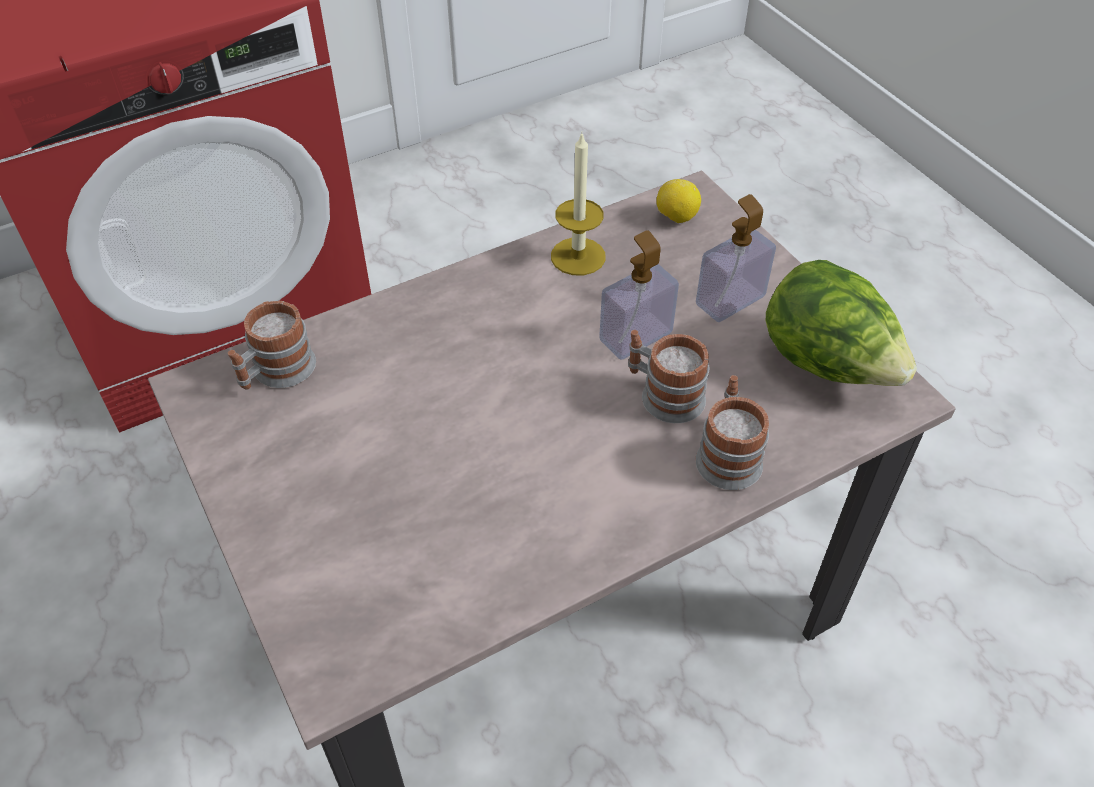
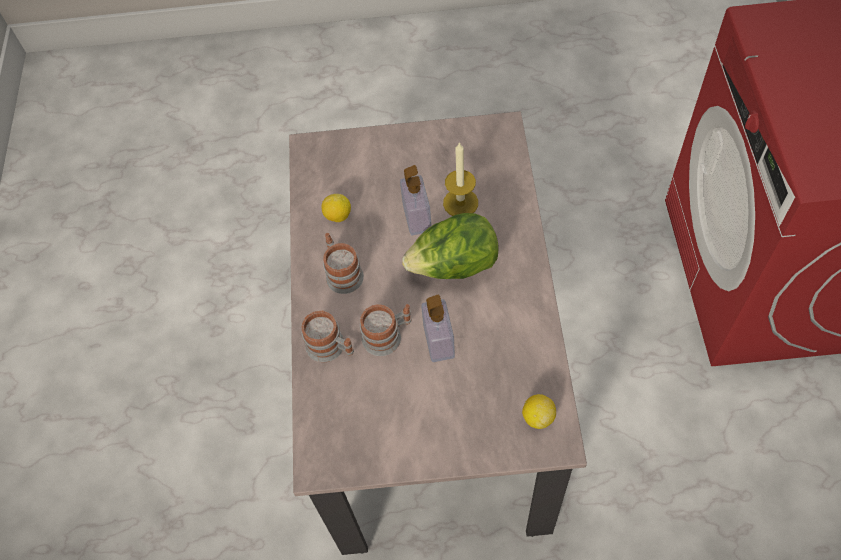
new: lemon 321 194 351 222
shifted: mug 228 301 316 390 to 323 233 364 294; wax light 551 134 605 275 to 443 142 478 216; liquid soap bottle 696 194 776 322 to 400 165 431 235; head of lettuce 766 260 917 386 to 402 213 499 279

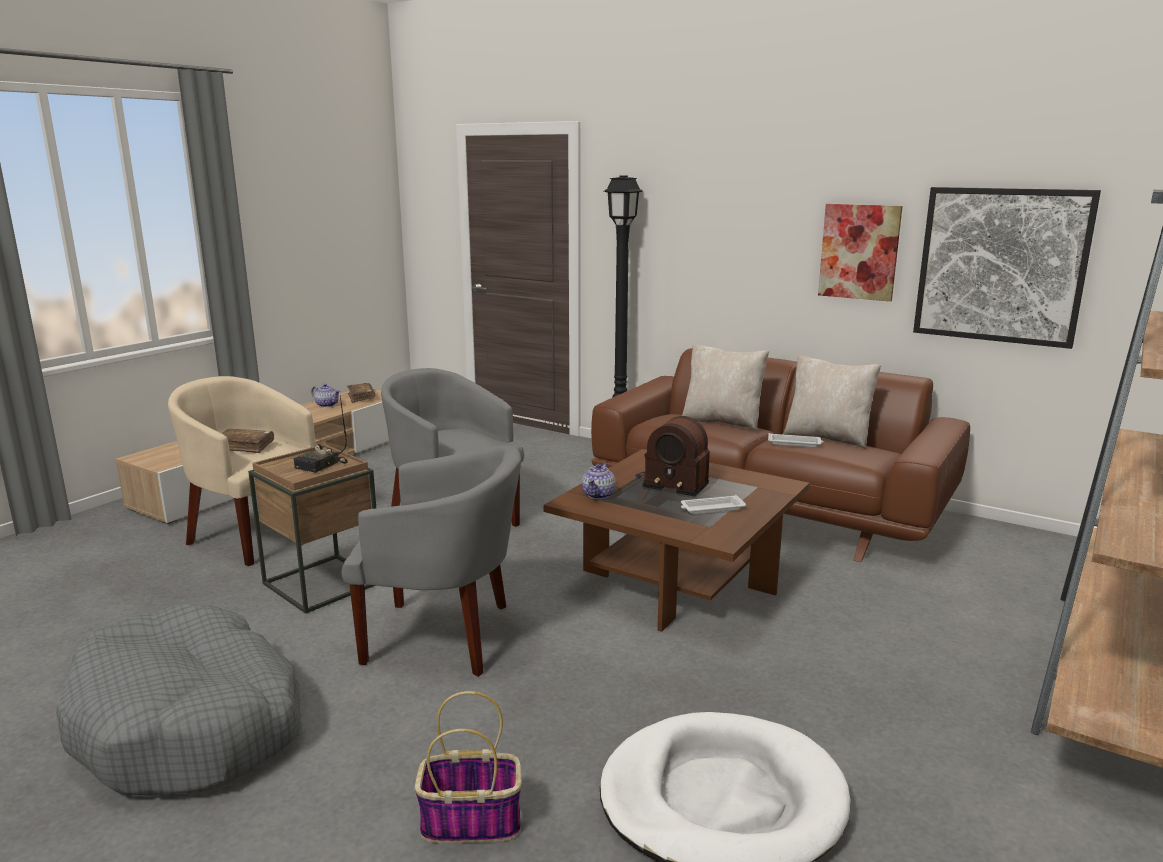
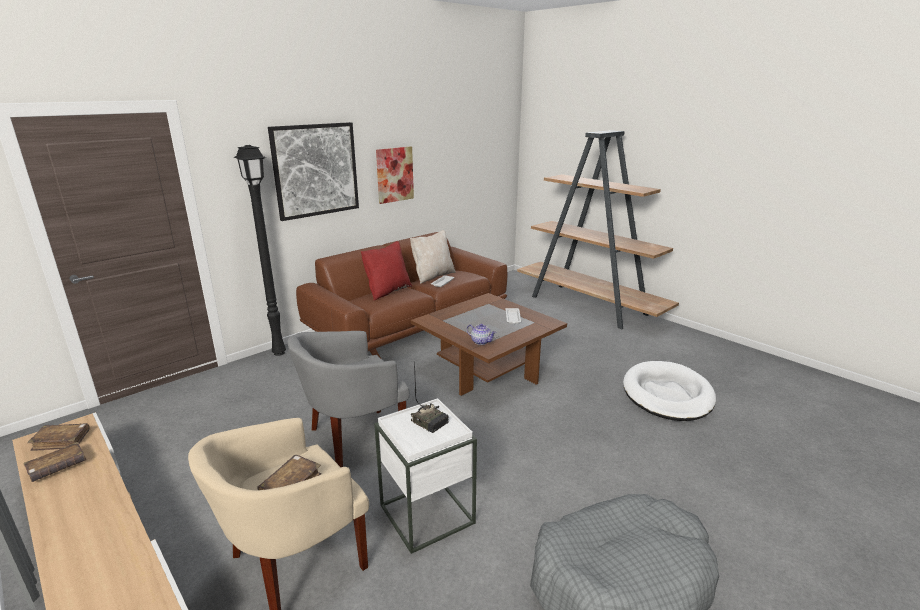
gone: grey easy chair 342 446 521 677; household basket 415 691 522 843; radio 636 416 710 497
shifted: picture 913 187 1101 349 to 268 122 359 221
swapped: teapot 311 384 340 407 to brown-coloured volume 24 442 87 482
repainted: brown-coloured end table 248 444 376 614 to white end table 374 398 477 554; sand-coloured throw pillow 682 343 769 431 to red throw pillow 361 241 412 300

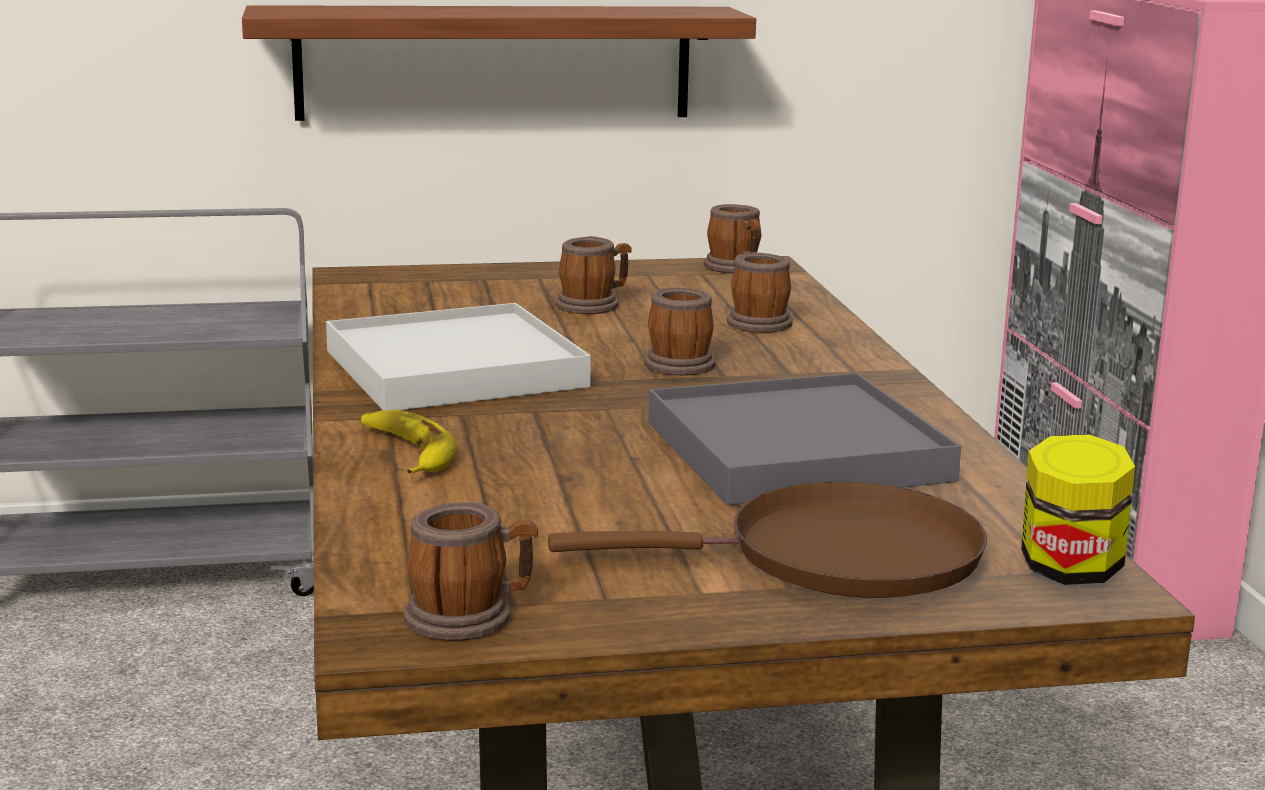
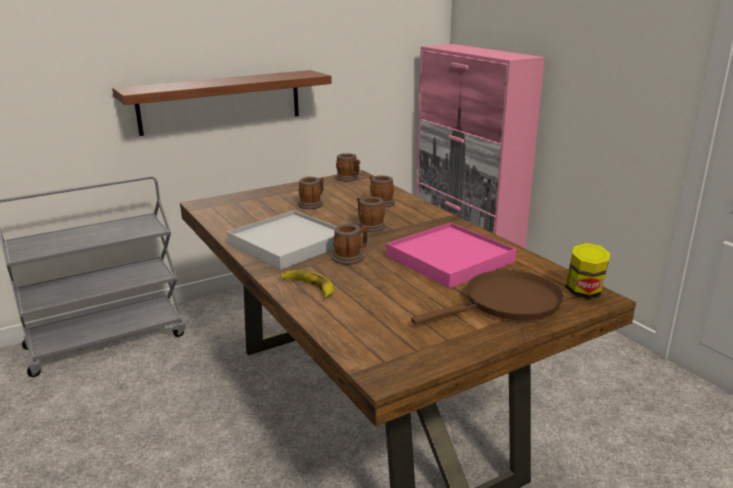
shifted: mug 403 502 538 641 to 332 223 369 265
repainted: grey serving tray 648 373 961 505 to pinkish serving tray 386 223 516 288

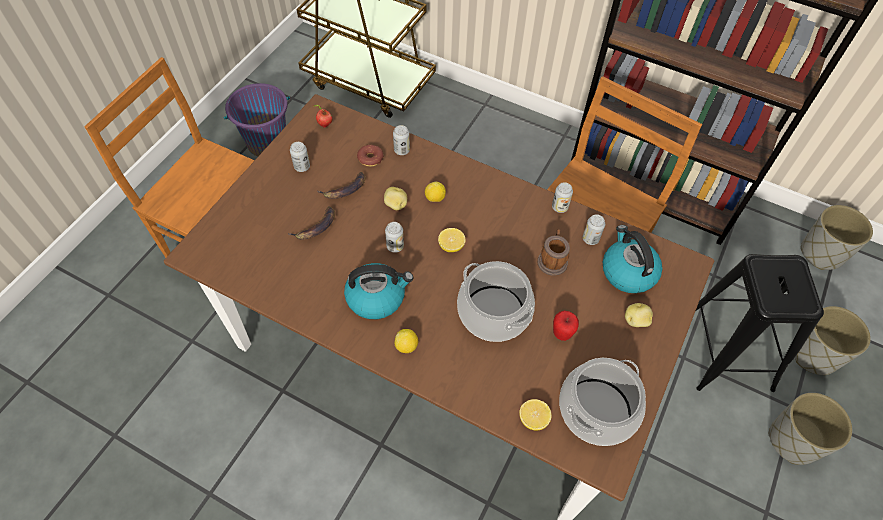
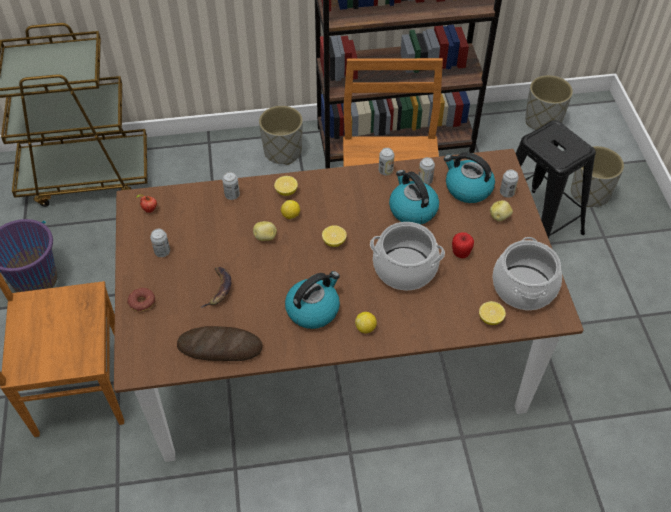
gone: whole banana 318 172 366 199
new: bread 177 326 263 361; lemon 274 176 298 196
shifted: donut 357 145 384 167 to 127 288 155 312; sealed can 385 222 404 253 to 500 170 519 198; grey planter 769 393 852 465 to 259 106 303 165
swapped: mug 537 229 570 276 to kettle 389 170 439 225

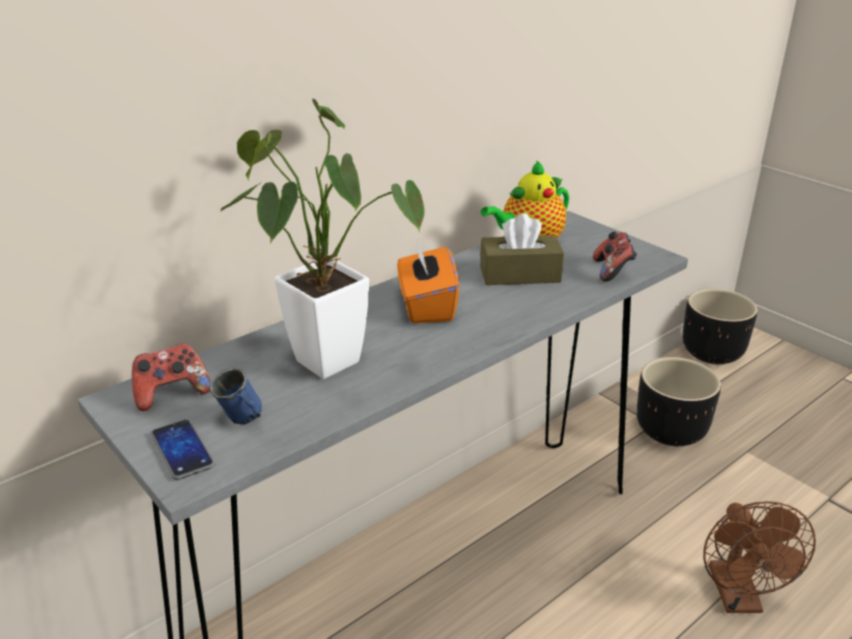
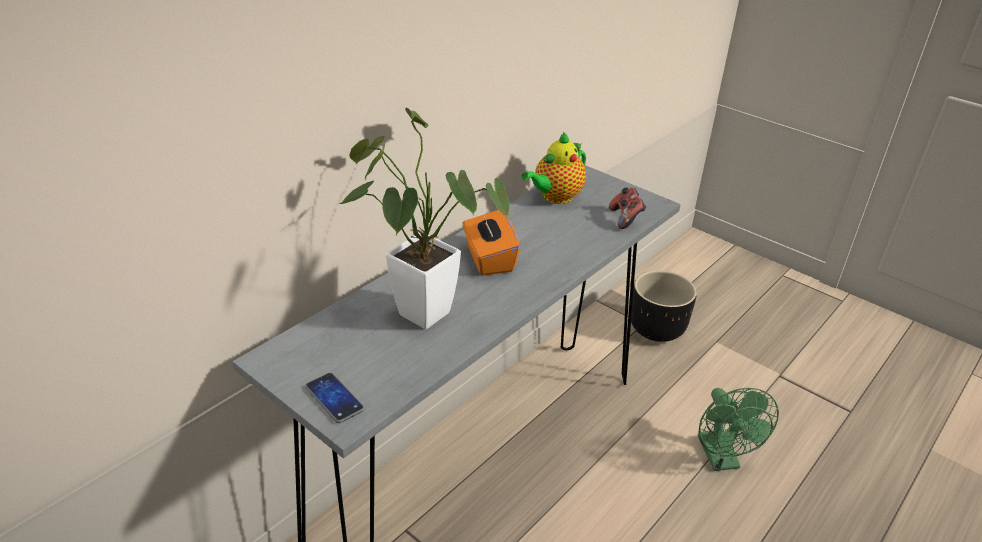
gone: joypad 132 343 211 411; bluish mug 210 368 262 424; brown-coloured tissue holder 480 213 564 285; black-coloured planter 683 289 757 364
repainted: brown-coloured cooling fan 703 501 816 613 to greenish cooling fan 698 388 779 471

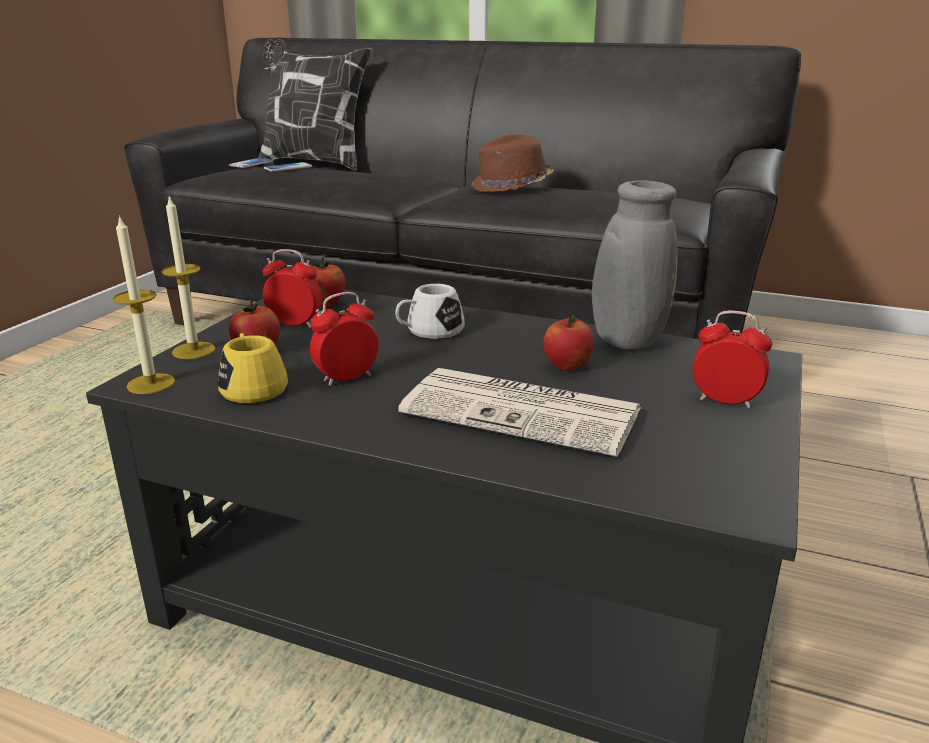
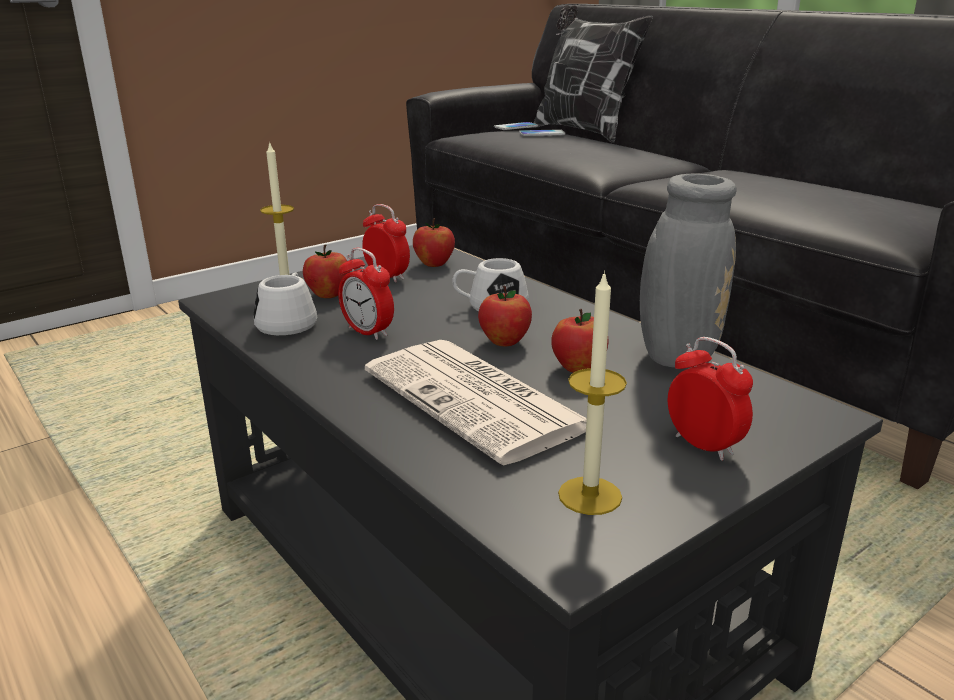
gone: brown-coloured wearable hat 471 134 553 192
new: apple 478 286 532 346
shifted: wax light 113 215 175 394 to 558 270 627 515
repainted: yellowish mug 218 333 288 403 to white mug 254 272 317 335
rotated: alarm clock 310 292 379 386 = 338 248 394 340 135 degrees counterclockwise

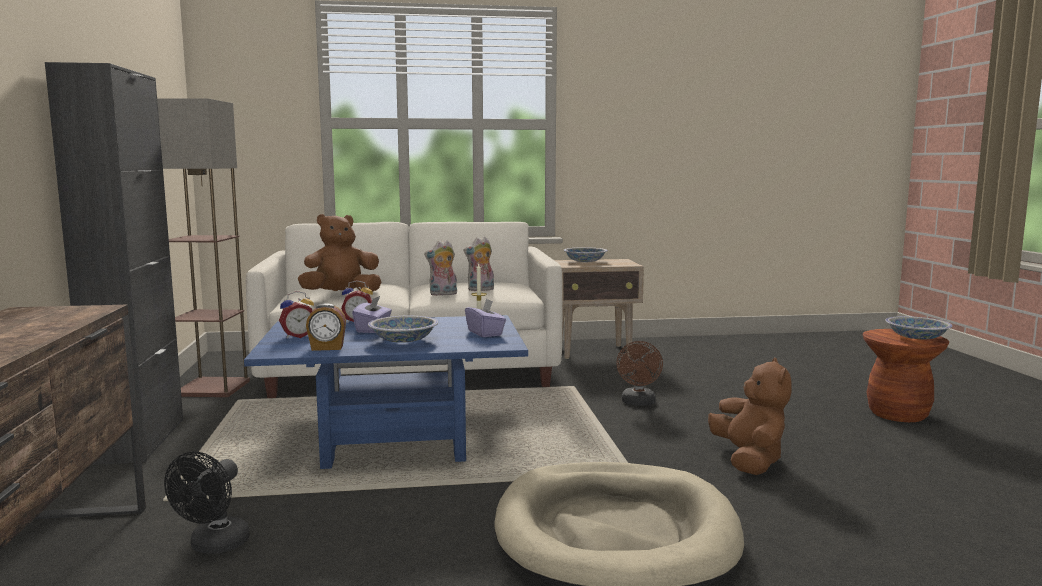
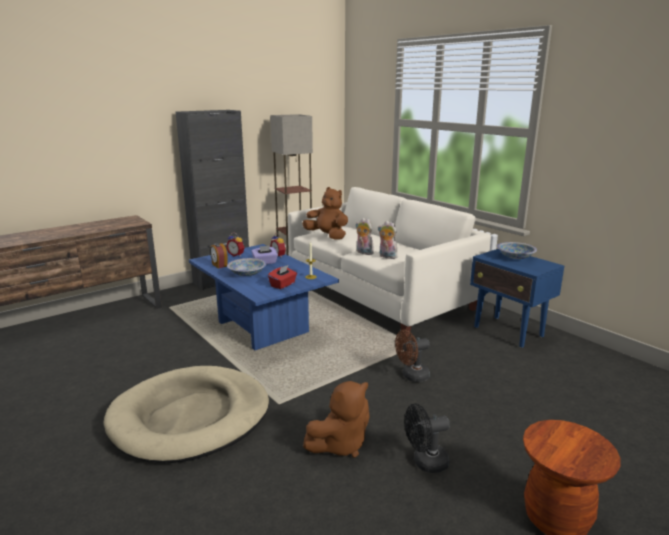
gone: serving bowl 885 316 953 339
shifted: black-coloured cooling fan 164 452 250 554 to 405 403 450 473
repainted: purplish tissue holder 465 298 506 337 to red tissue holder 268 265 297 289; sand-coloured end table 554 259 644 359 to bluish end table 470 249 564 348

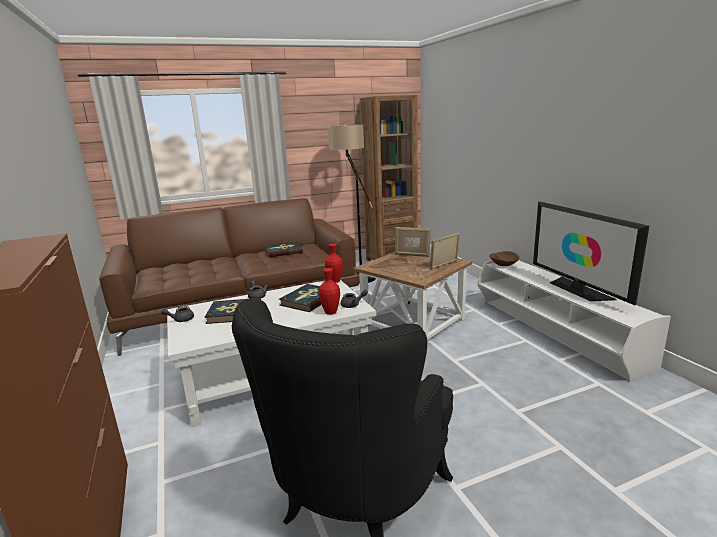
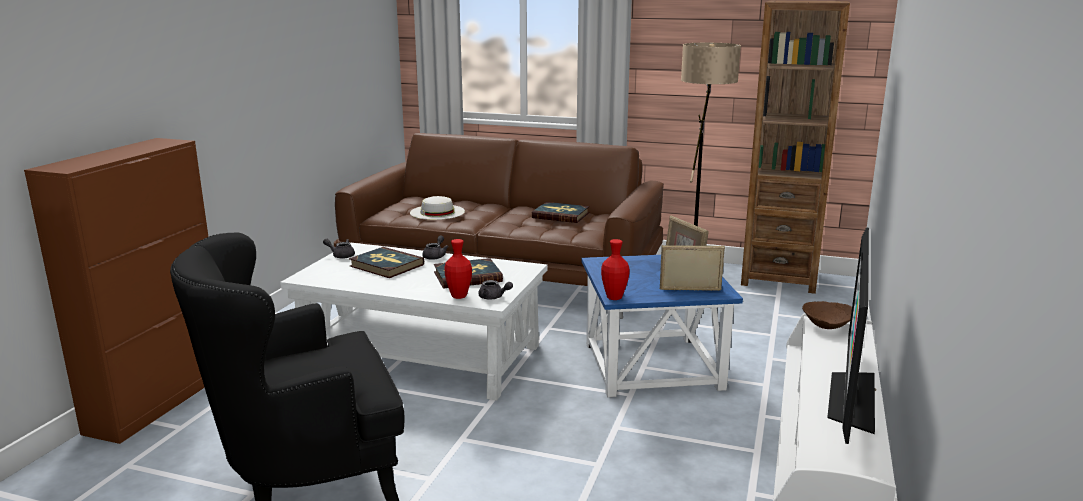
new: white wearable hat 410 196 465 220
shifted: red flower vase 325 243 343 283 to 601 239 630 300
repainted: brown-coloured end table 354 252 472 340 to bluish end table 581 255 743 397

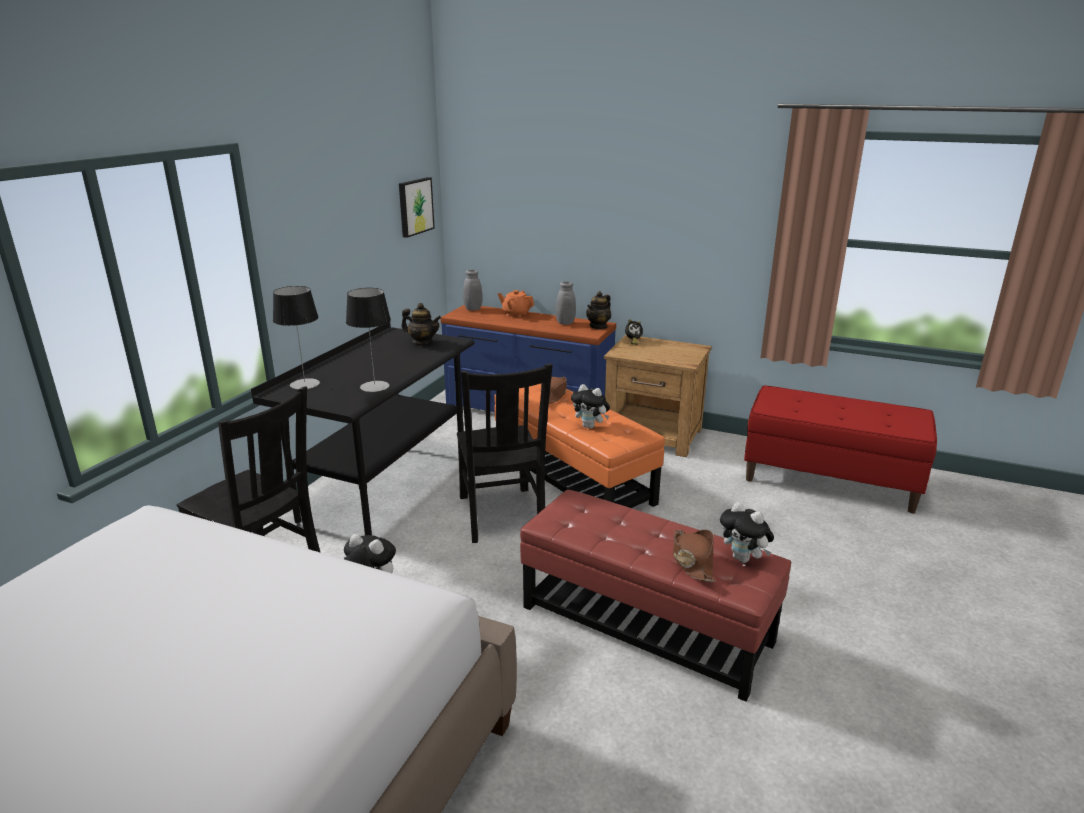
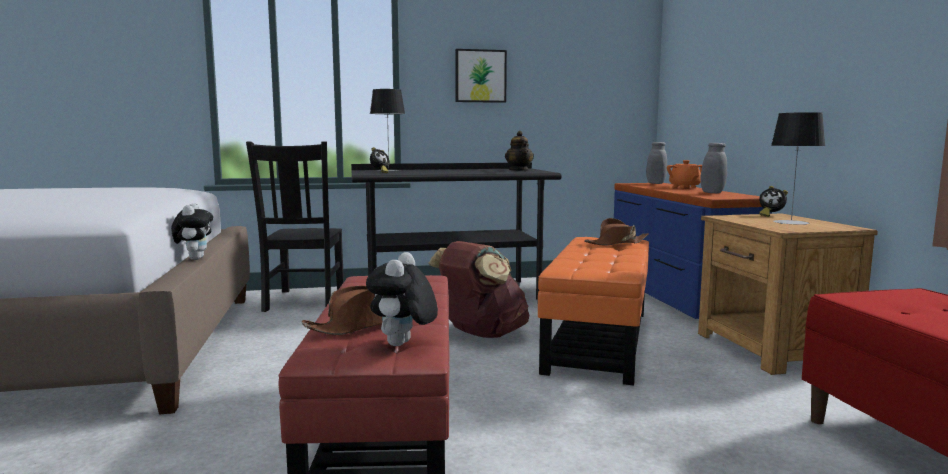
gone: plush toy 571 384 610 429; teapot 586 291 611 330
new: alarm clock 370 147 390 173
shifted: tabletop lamp 346 288 391 392 to 771 112 825 225; picture 399 177 435 238 to 455 49 507 103
swapped: black-coloured plain chair 457 363 553 543 to brown-coloured backpack 428 241 529 338

